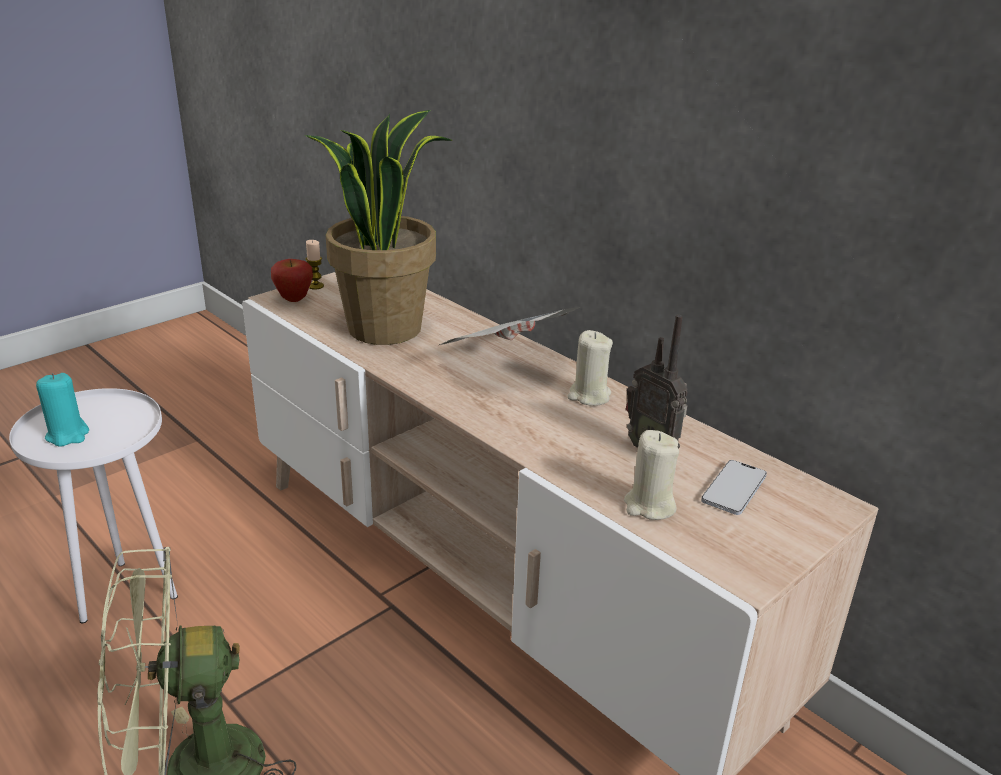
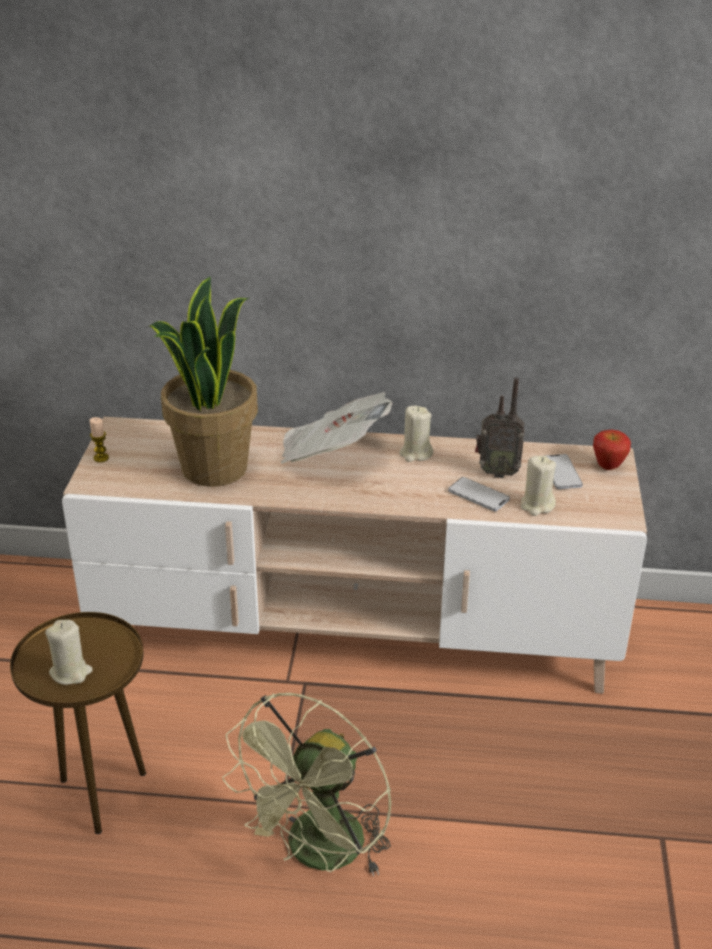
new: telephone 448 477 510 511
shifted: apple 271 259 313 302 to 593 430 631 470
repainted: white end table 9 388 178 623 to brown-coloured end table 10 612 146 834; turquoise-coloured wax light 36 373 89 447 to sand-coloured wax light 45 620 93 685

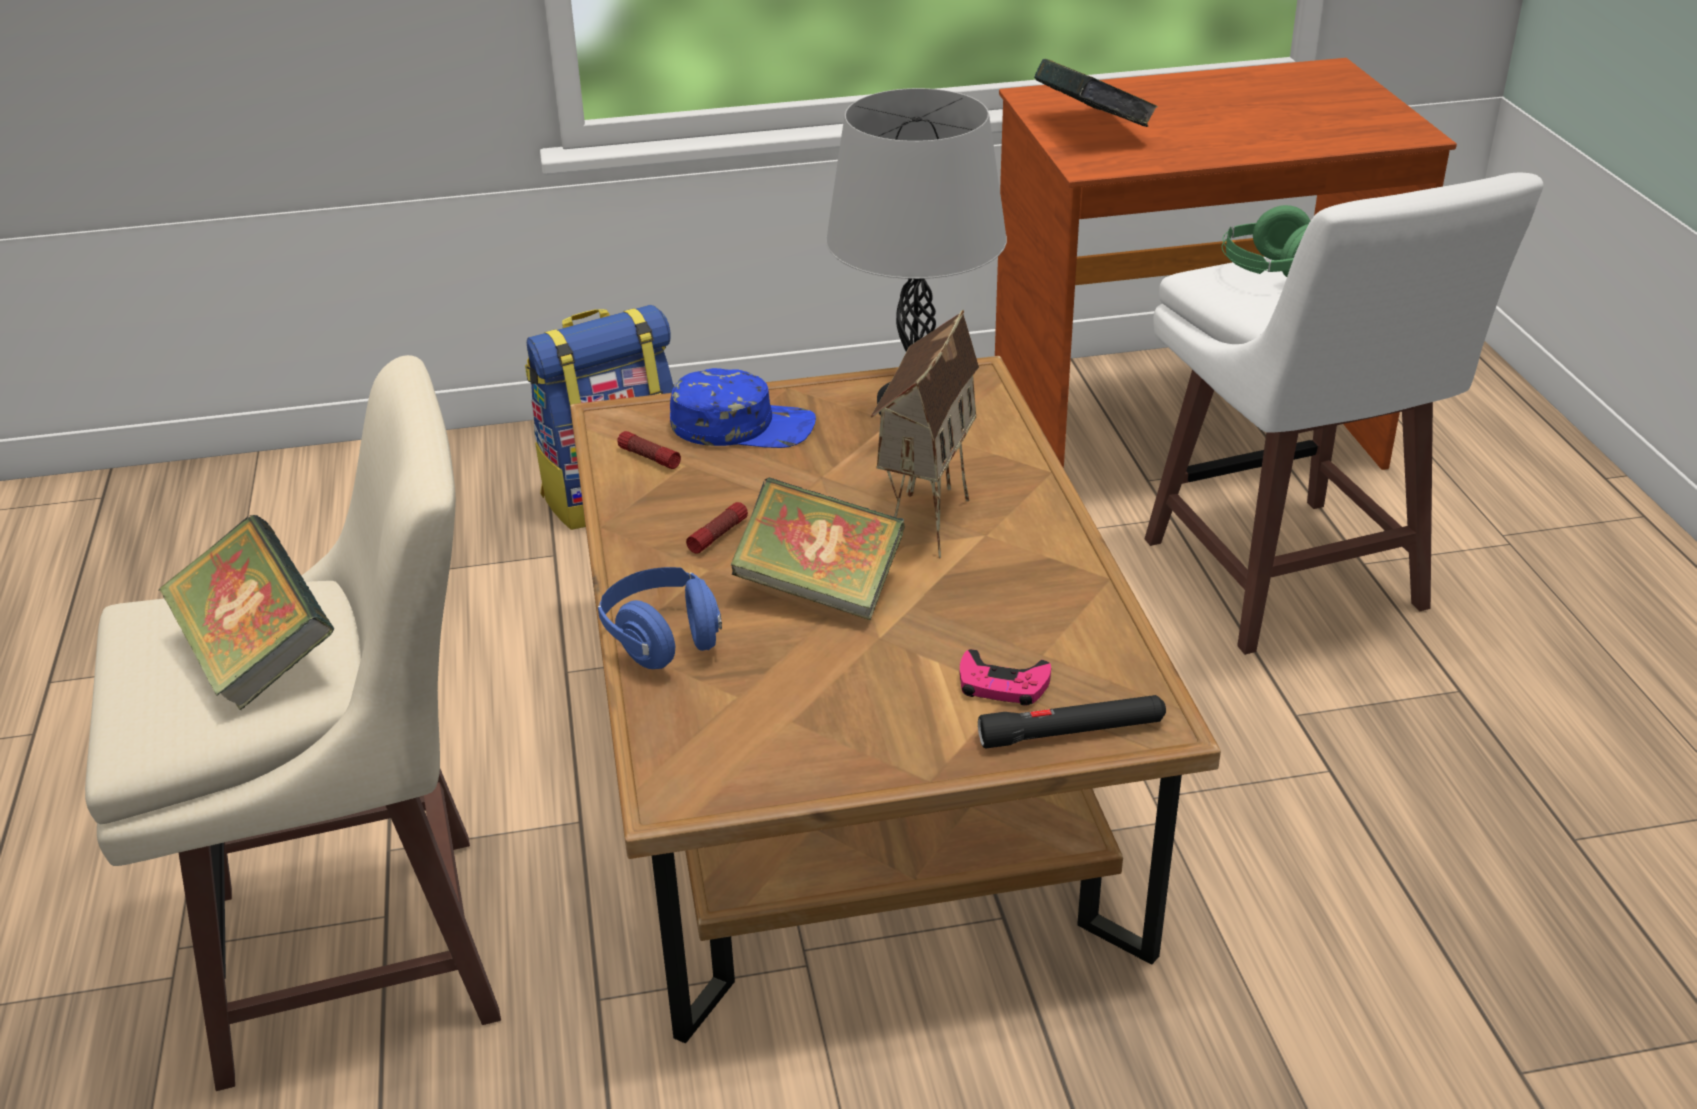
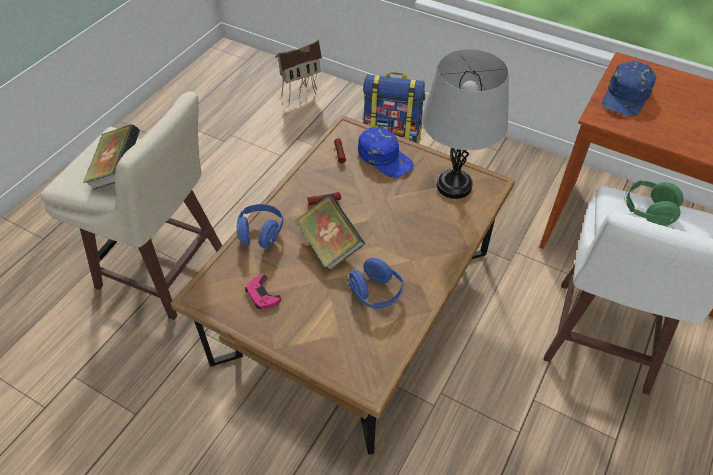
gone: black-coloured hand torch 978 695 1166 748
new: bluish headphones 347 258 404 309
shifted: model house 870 310 979 559 to 275 40 322 104; pinkish joypad 960 649 1051 706 to 245 274 281 309
swapped: volume 1034 59 1158 127 to bluish cap 602 61 656 116

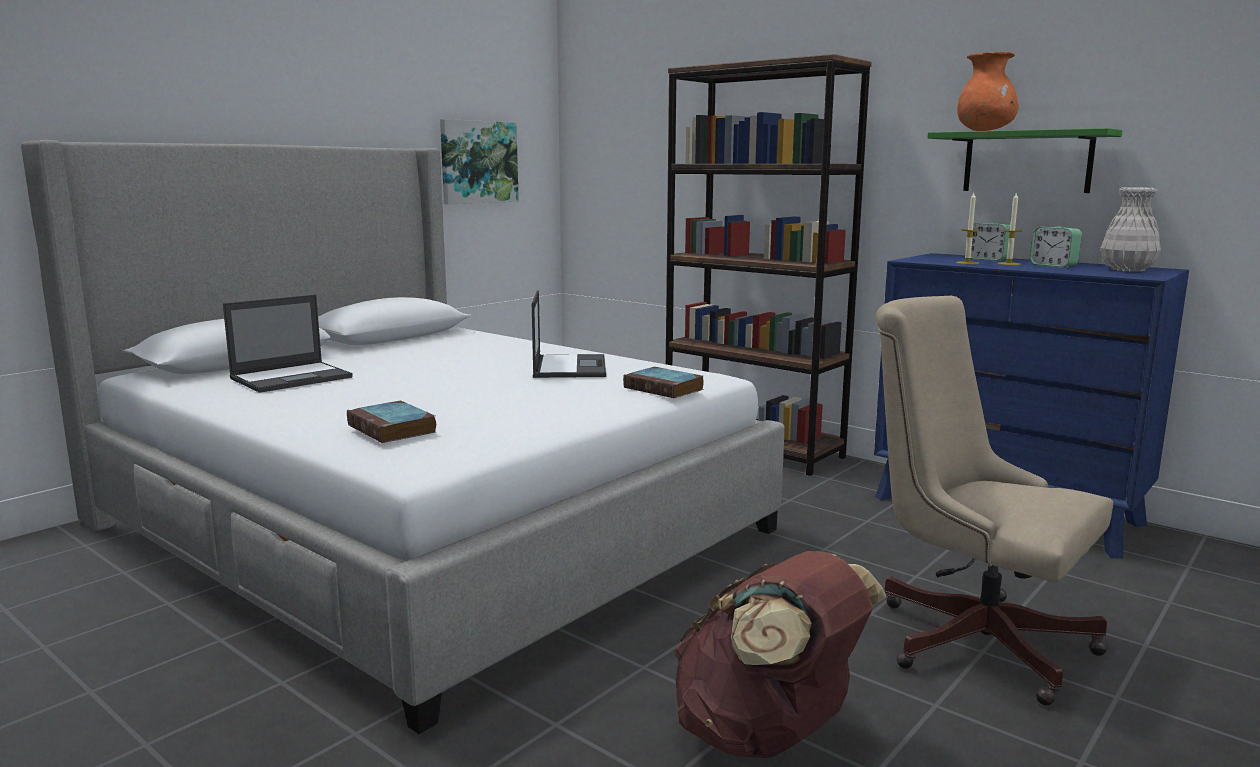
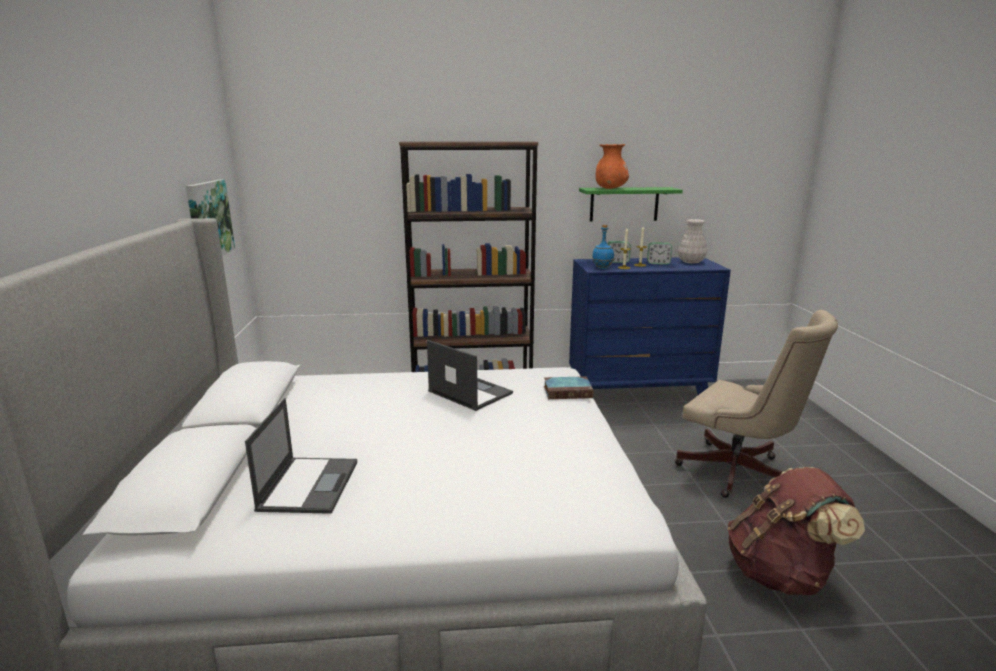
gone: volume 347 400 436 443
new: bluish bottle 592 225 614 269
rotated: sand-coloured computer chair 876 296 1113 706 = 675 310 838 498 135 degrees counterclockwise

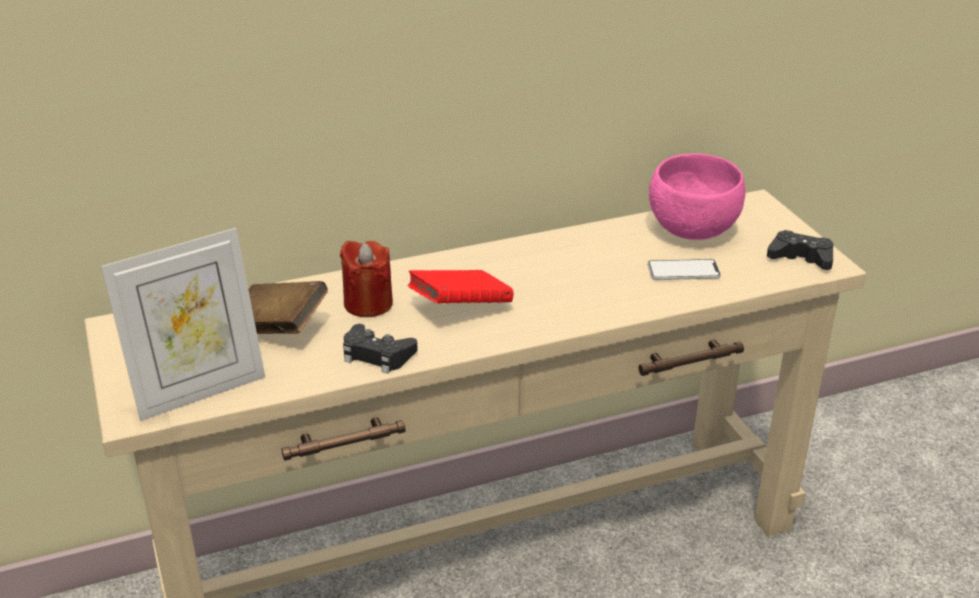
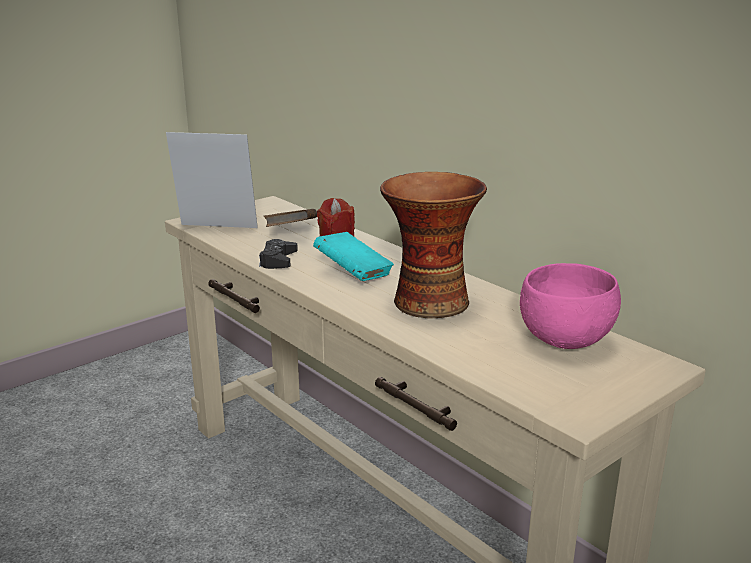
gone: telephone 647 259 721 280; black-coloured joypad 767 230 833 270
new: flower vase 380 172 487 319
repainted: red volume 408 270 513 303 to turquoise-coloured volume 313 232 394 281
rotated: standing frame 101 228 265 421 = 166 132 258 228 150 degrees clockwise

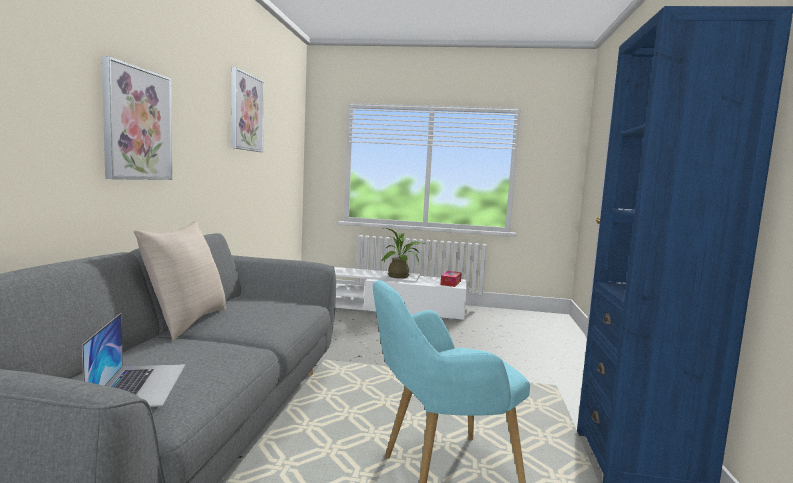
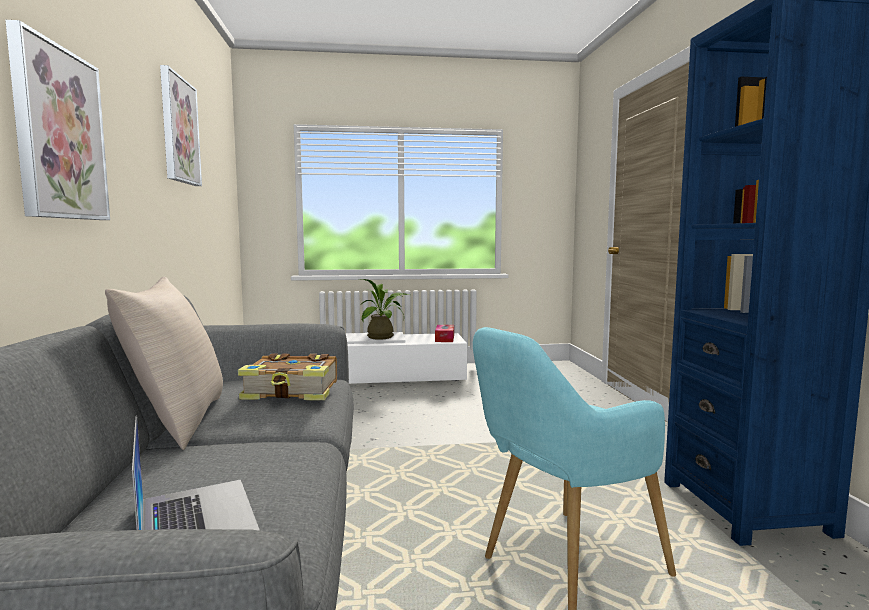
new: volume 238 354 337 400

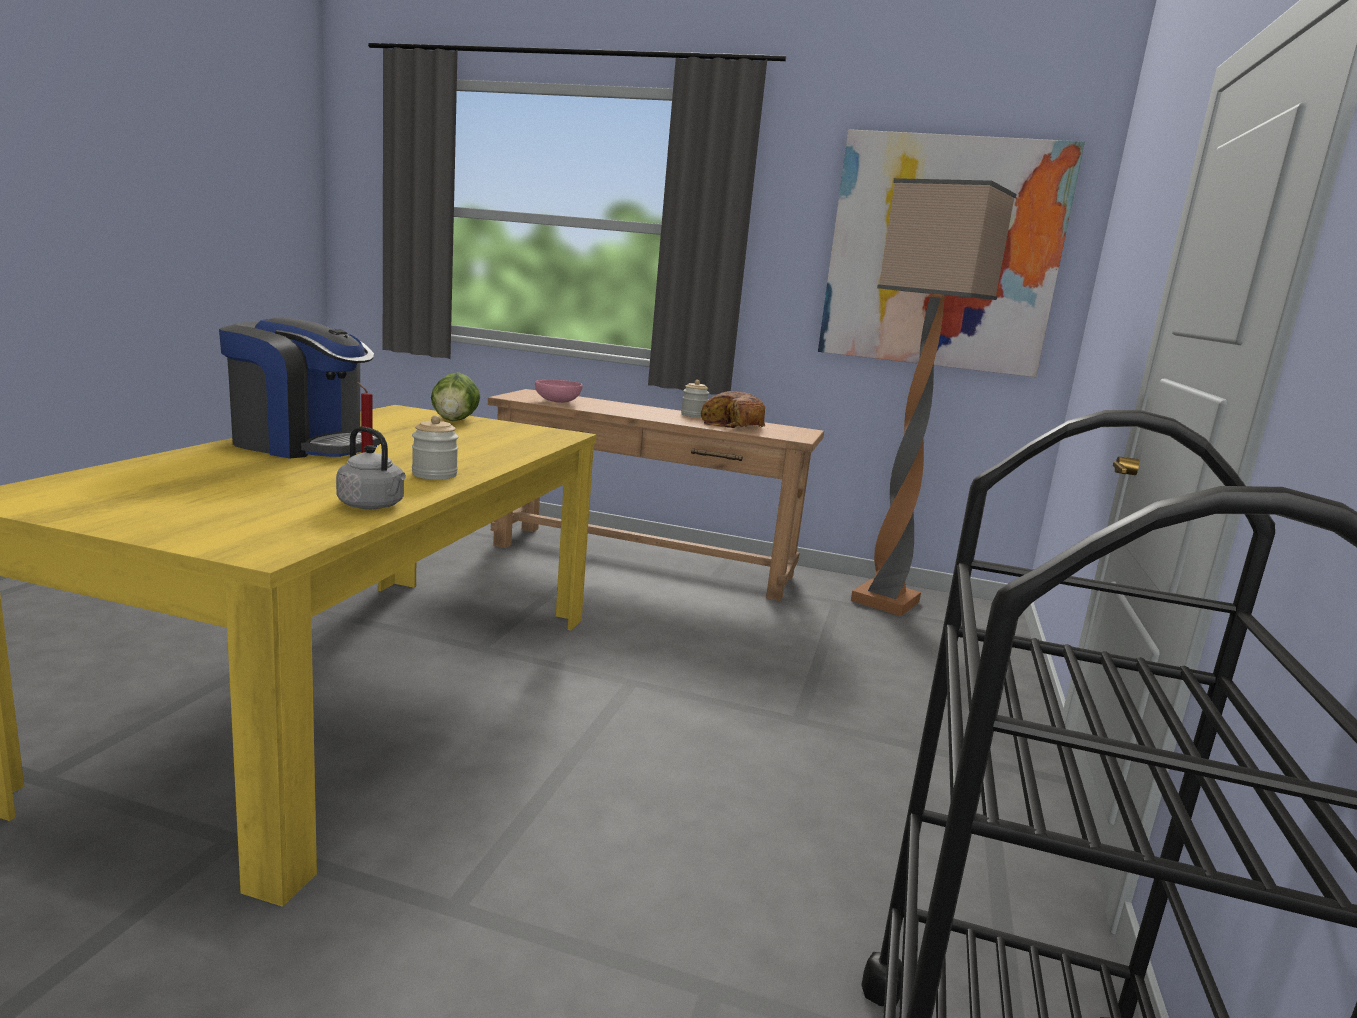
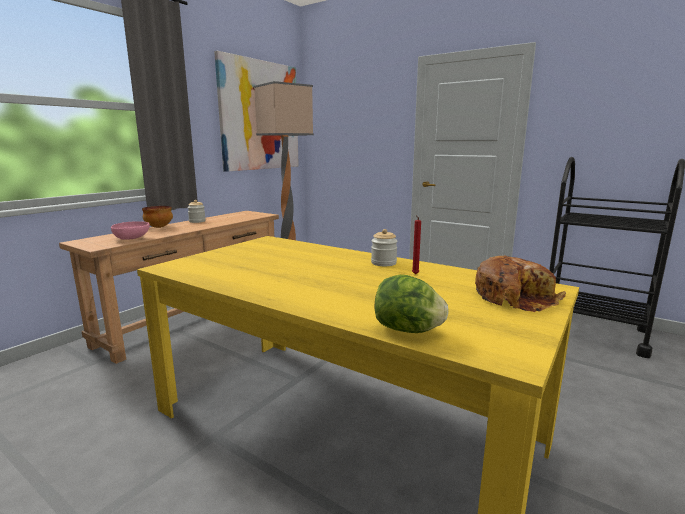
gone: coffee machine 219 317 381 458; grey kettle 336 426 406 509
new: serving bowl 142 206 173 228
shifted: head of lettuce 431 372 480 421 to 375 275 449 333; bread 701 391 765 428 to 475 256 566 312

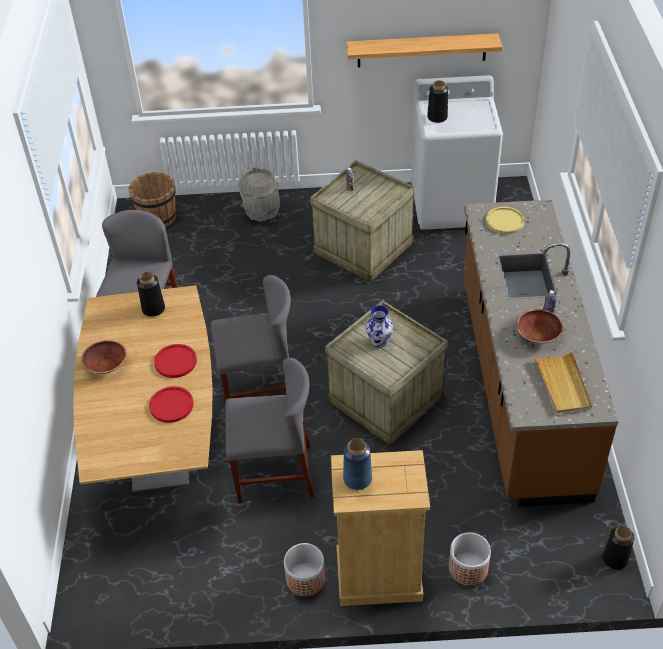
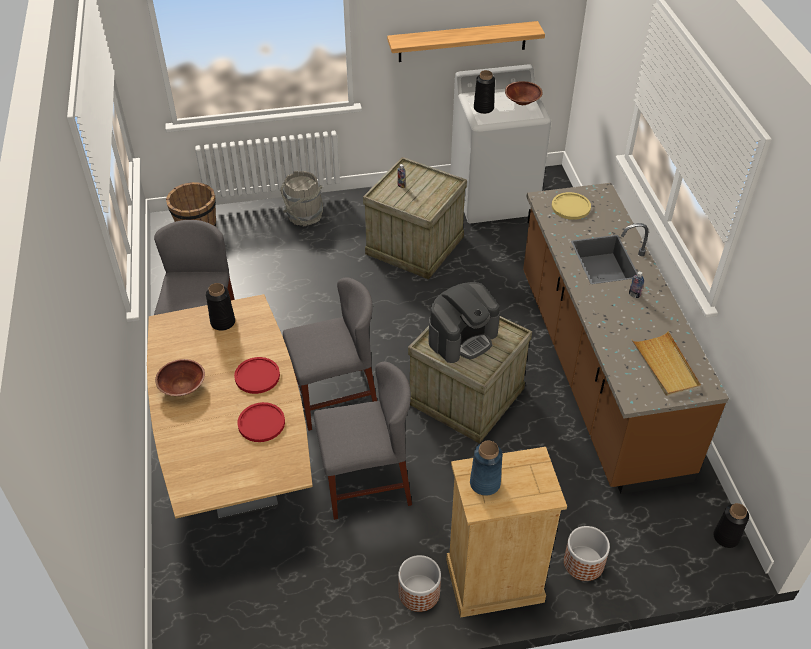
shifted: brown-coloured serving bowl 517 309 563 343 to 505 81 543 105
swapped: flower vase 366 305 393 348 to coffee machine 429 282 500 363

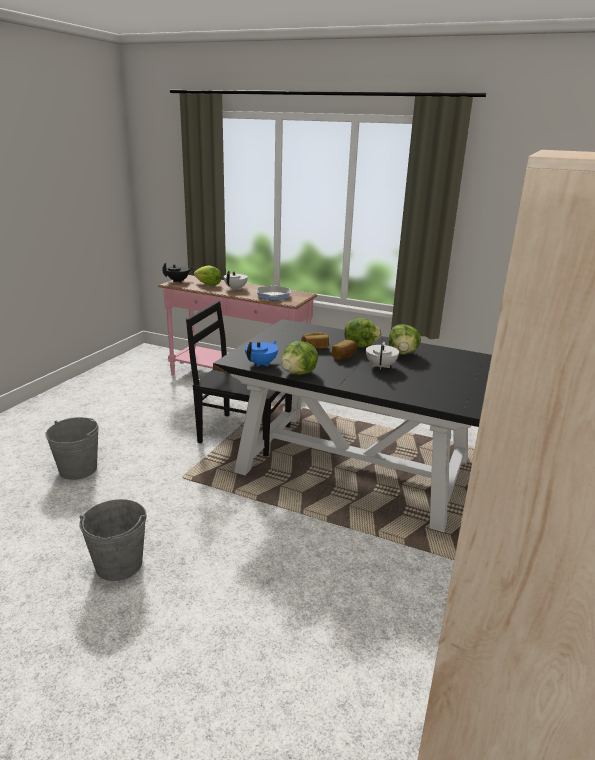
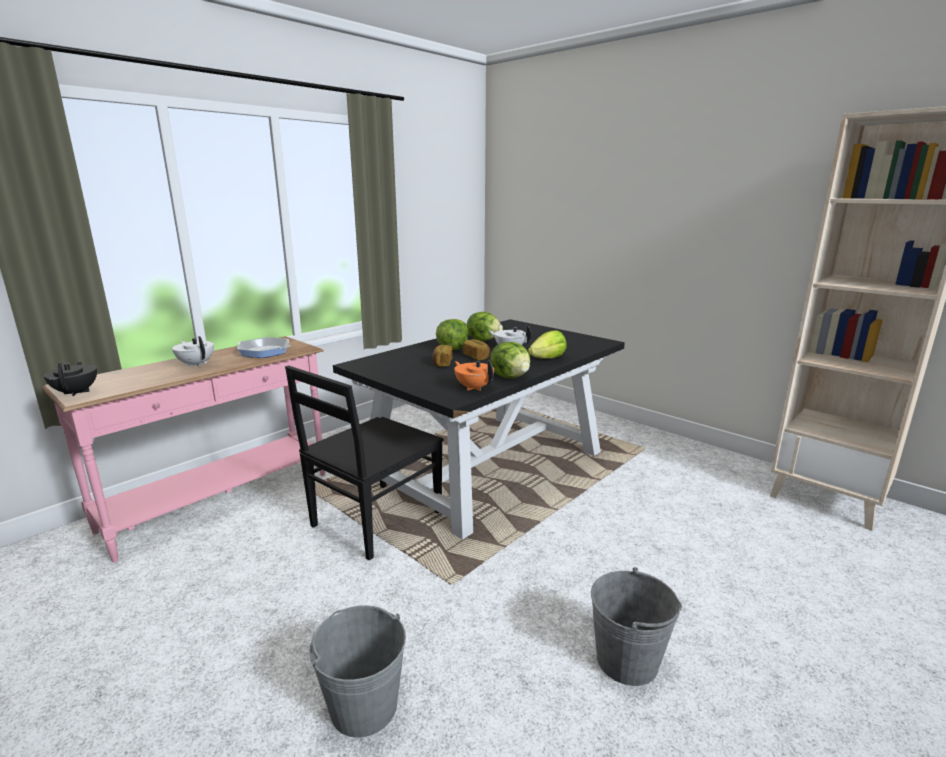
shifted: head of lettuce 194 265 221 286 to 528 330 567 359
repainted: bluish teapot 245 341 278 367 to orange-coloured teapot 454 360 494 391

